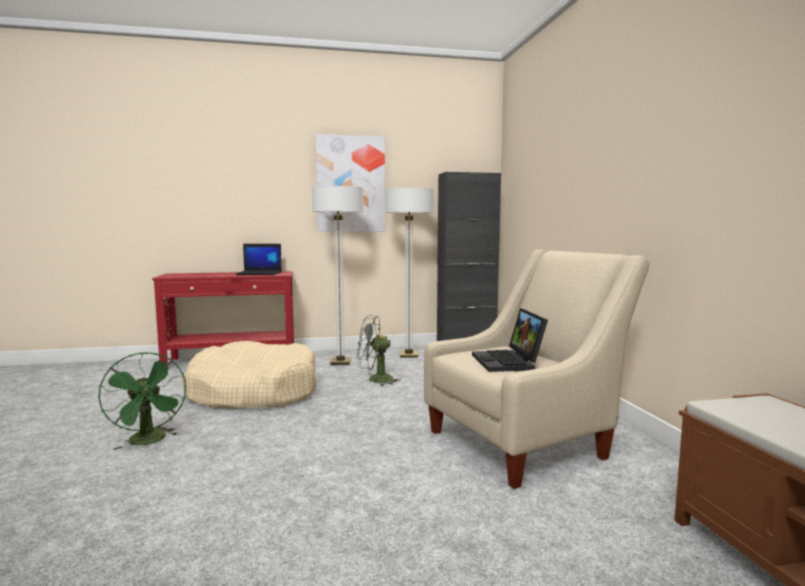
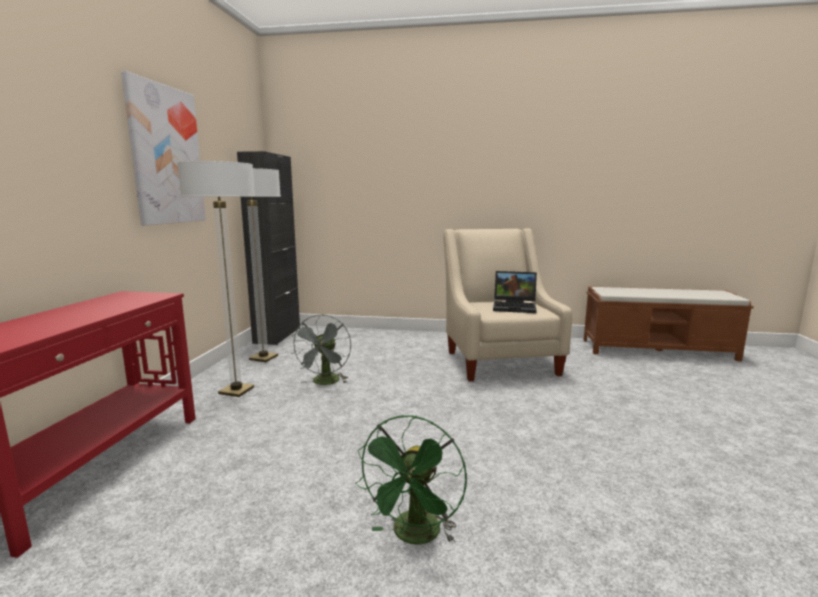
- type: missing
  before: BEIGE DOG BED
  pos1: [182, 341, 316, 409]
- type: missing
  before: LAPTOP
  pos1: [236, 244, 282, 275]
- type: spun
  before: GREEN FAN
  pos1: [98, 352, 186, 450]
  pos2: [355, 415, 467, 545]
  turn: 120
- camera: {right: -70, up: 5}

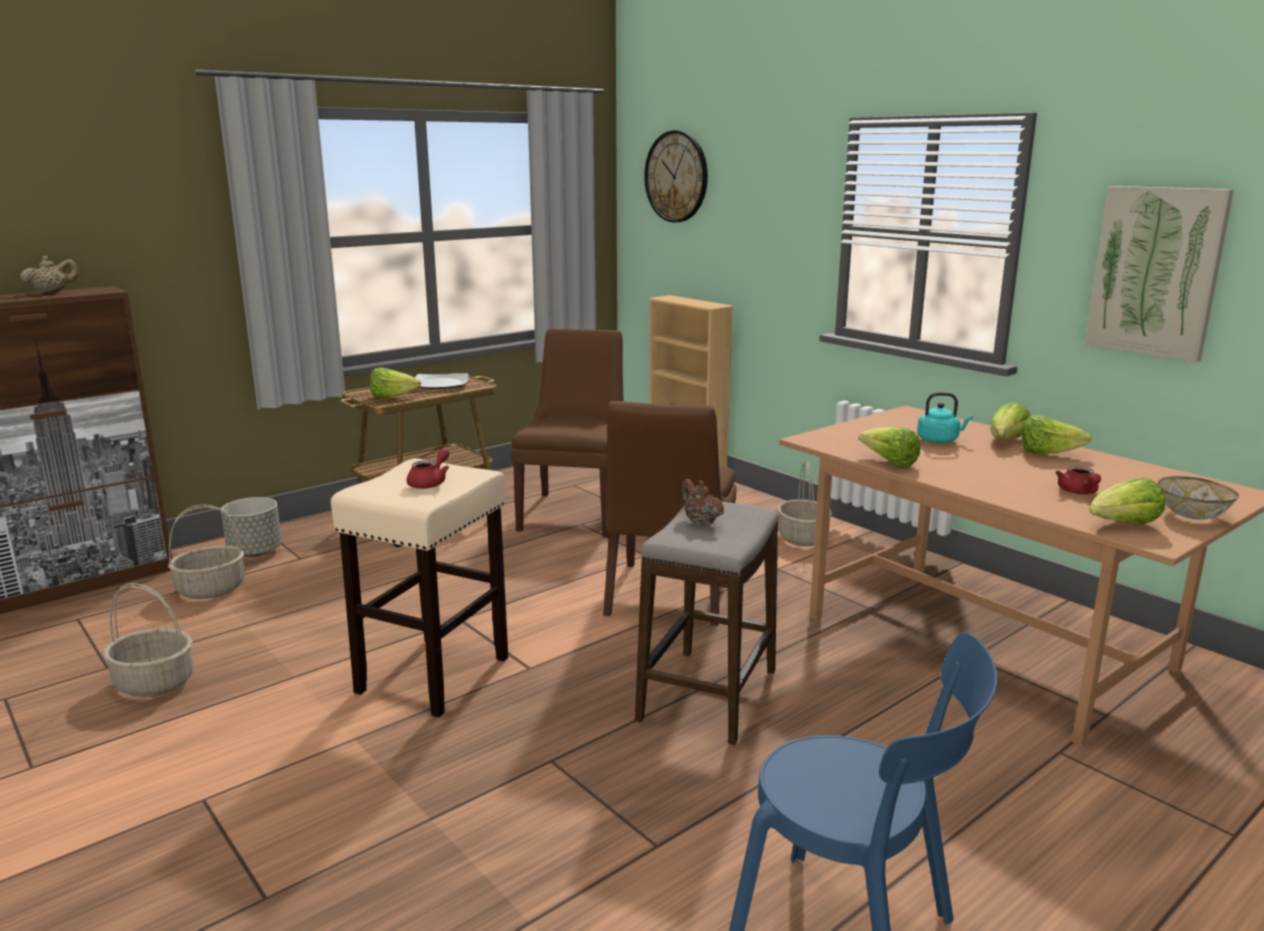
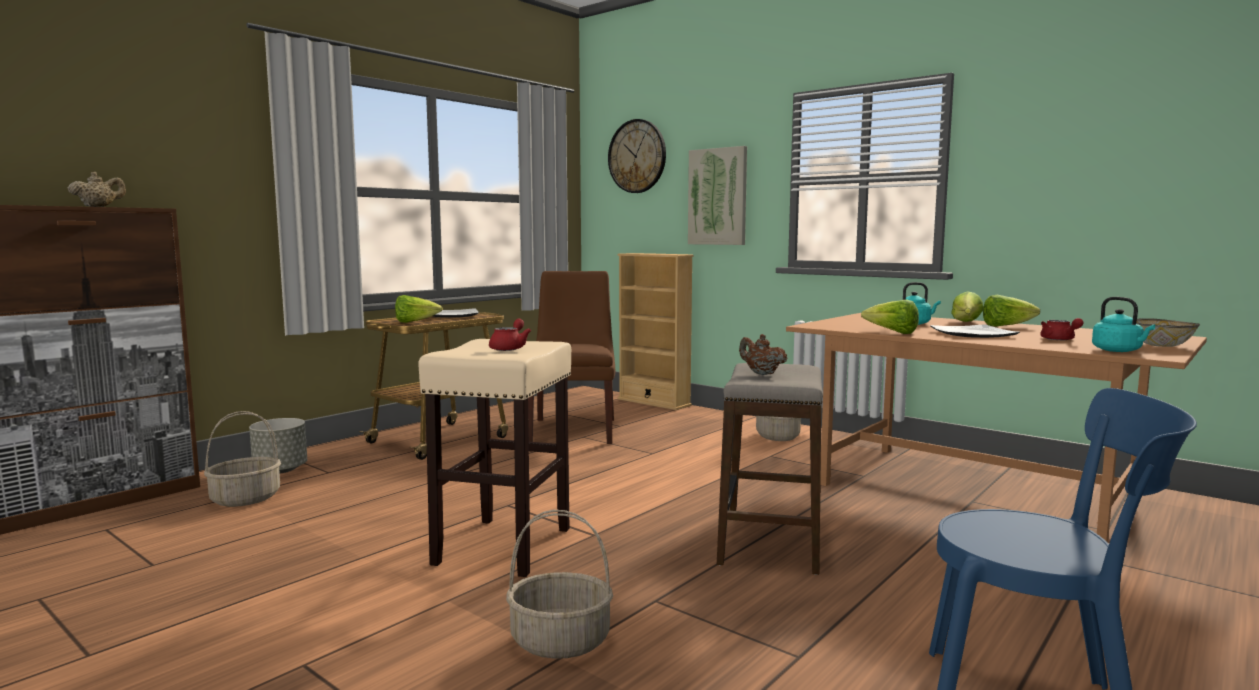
- type: missing
  before: BROWN CHAIR
  pos1: [603, 401, 736, 626]
- type: appeared
  after: PLATE
  pos2: [930, 324, 1020, 338]
- type: relocated
  before: BASKET
  pos1: [103, 583, 194, 697]
  pos2: [506, 510, 613, 659]
- type: relocated
  before: PICTURE
  pos1: [1084, 186, 1234, 362]
  pos2: [688, 146, 747, 245]
- type: exchanged
  before: LETTUCE
  after: TURQUOISE KETTLE
  pos1: [1089, 478, 1165, 524]
  pos2: [1092, 297, 1155, 352]
- camera: {right: -10, up: -10}

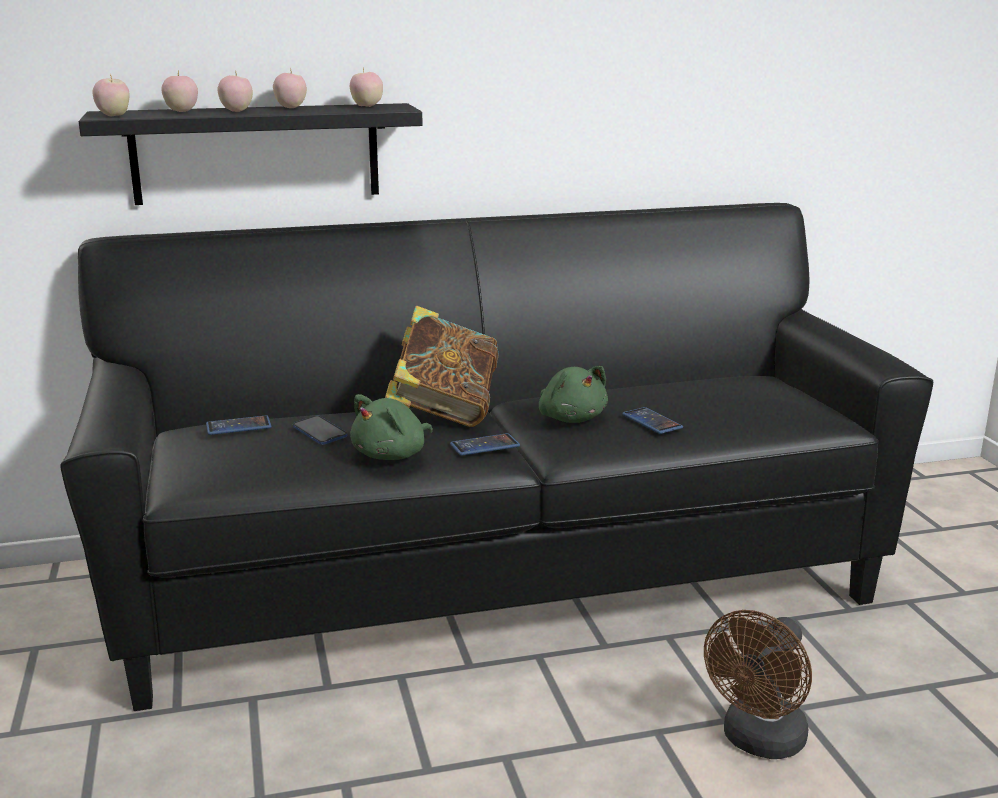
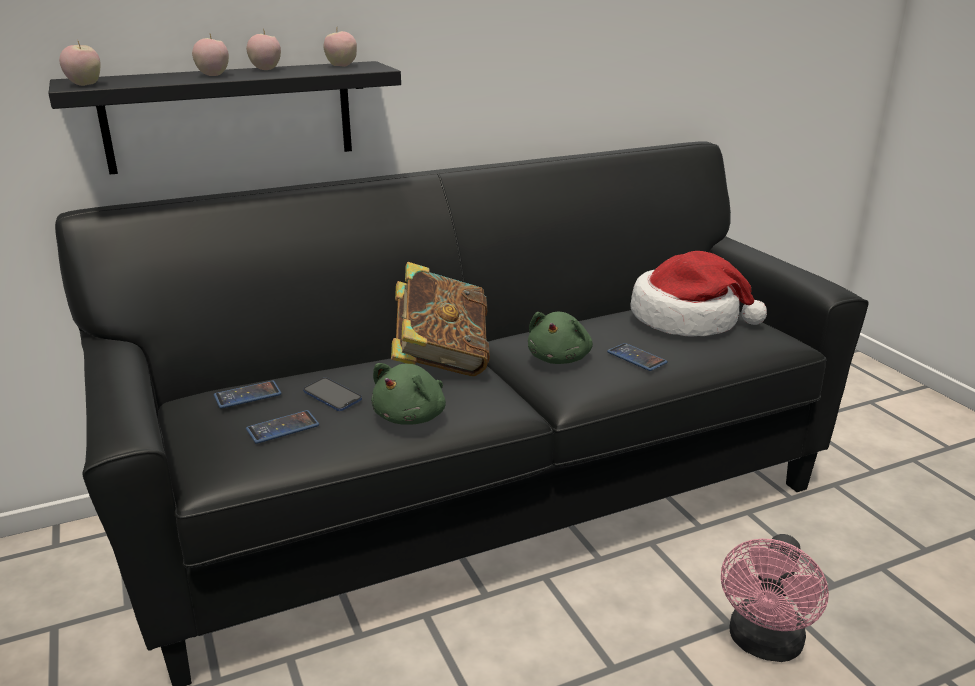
- type: missing
  before: APPLE
  pos1: [161, 70, 198, 112]
- type: appeared
  after: HAT
  pos2: [630, 251, 767, 337]
- type: relocated
  before: PHONE
  pos1: [450, 433, 520, 456]
  pos2: [246, 410, 319, 444]
- type: colour
  before: BROWN FAN
  after: PINK FAN
  pos1: [704, 610, 812, 759]
  pos2: [721, 534, 829, 662]
- type: spun
  before: GREEN PLUSH TOY
  pos1: [539, 366, 608, 423]
  pos2: [528, 312, 593, 364]
  turn: 60
- camera: {right: -10, up: 5}

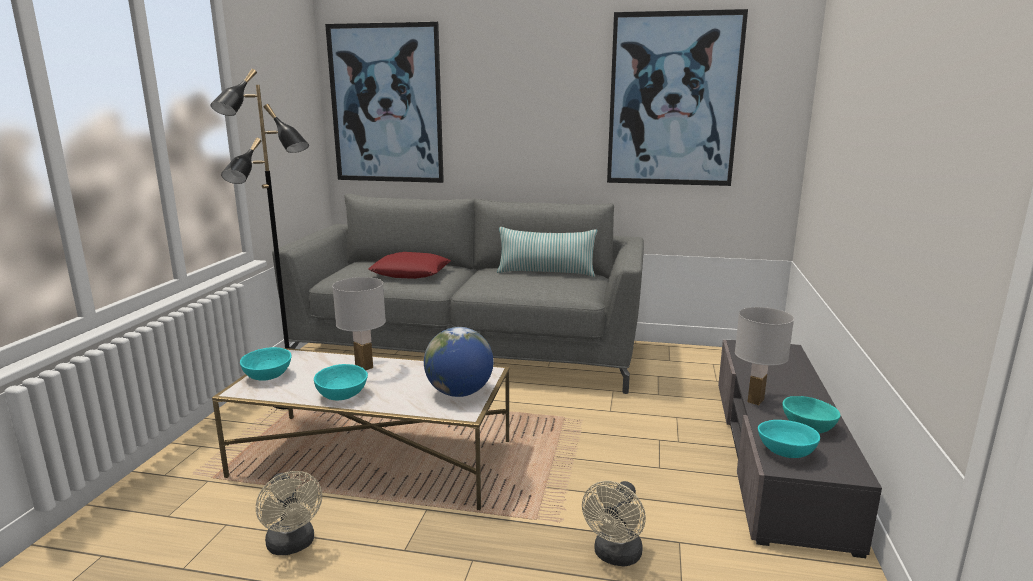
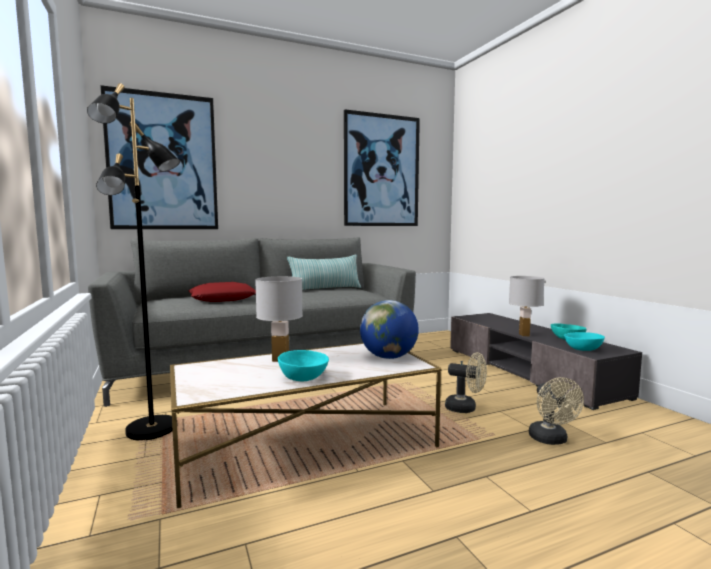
- type: missing
  before: TURQUOISE BOWL
  pos1: [240, 347, 291, 381]
- type: relocated
  before: BEIGE FAN
  pos1: [256, 471, 322, 555]
  pos2: [445, 352, 487, 413]
- camera: {right: -35, up: -10}

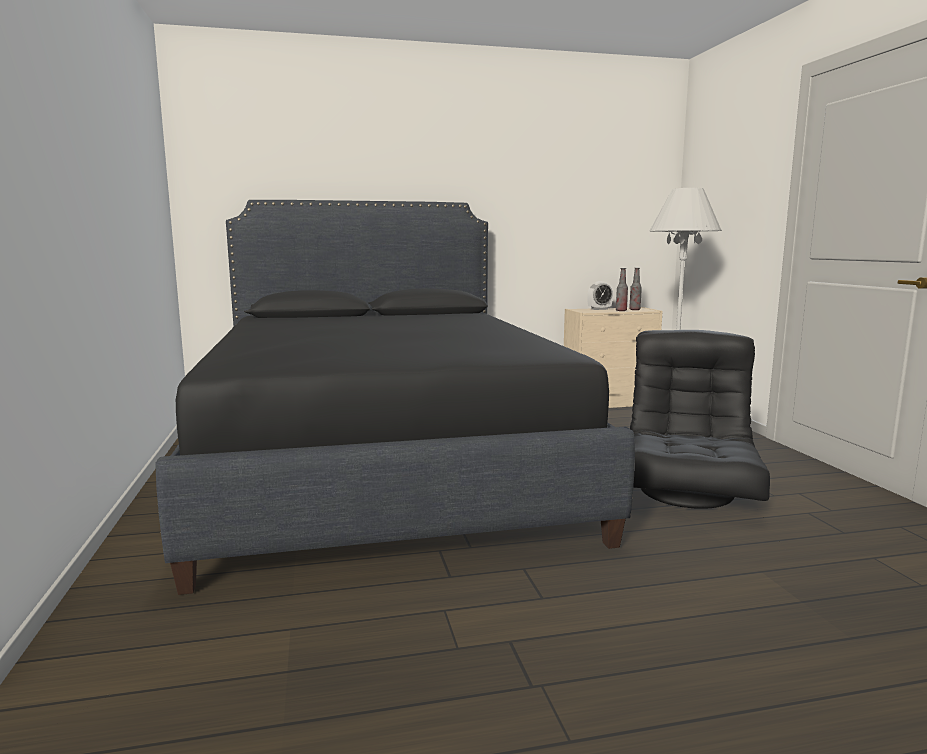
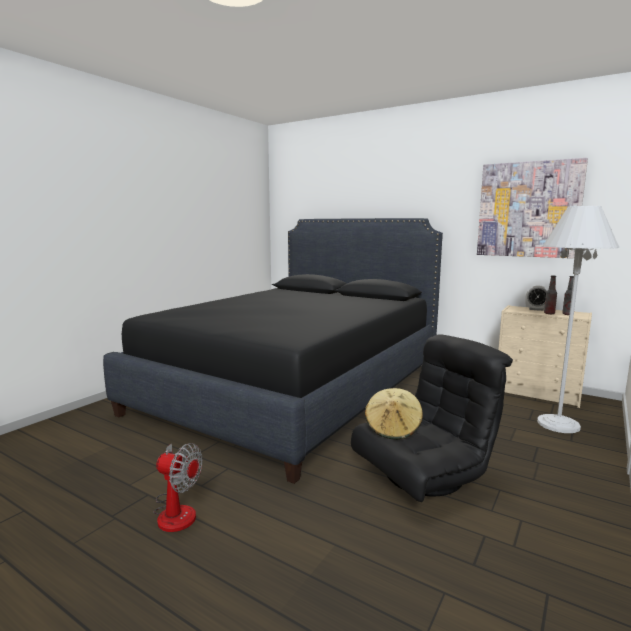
- type: appeared
  after: FAN
  pos2: [153, 443, 203, 532]
- type: appeared
  after: BEIGE HAT
  pos2: [365, 388, 423, 440]
- type: appeared
  after: PICTURE
  pos2: [477, 158, 588, 258]
- camera: {right: 45, up: 0}

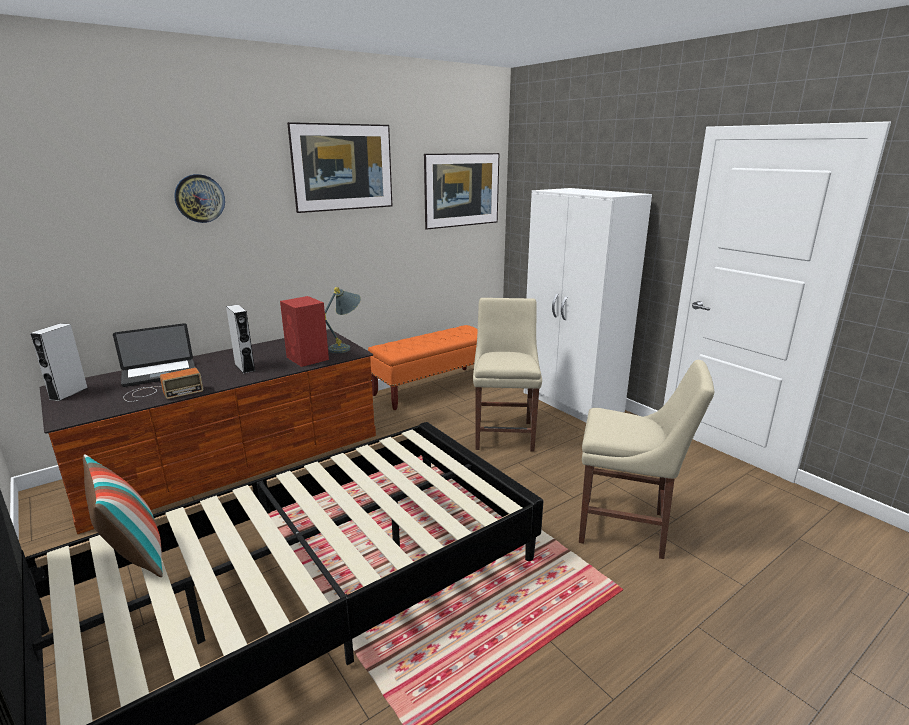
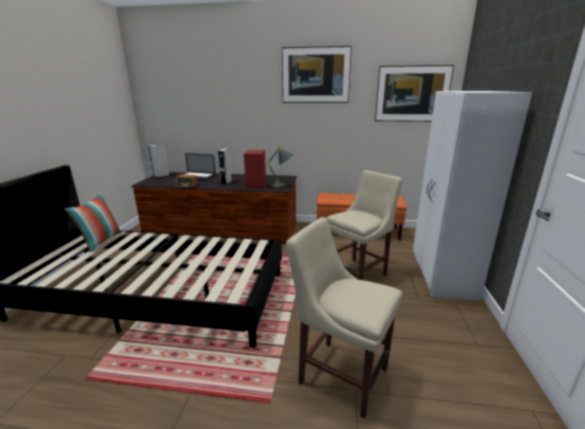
- type: missing
  before: WALL CLOCK
  pos1: [174, 174, 225, 223]
- type: spun
  before: BEIGE CHAIR
  pos1: [579, 360, 714, 559]
  pos2: [286, 217, 402, 418]
  turn: 150
- camera: {right: 45, up: 0}

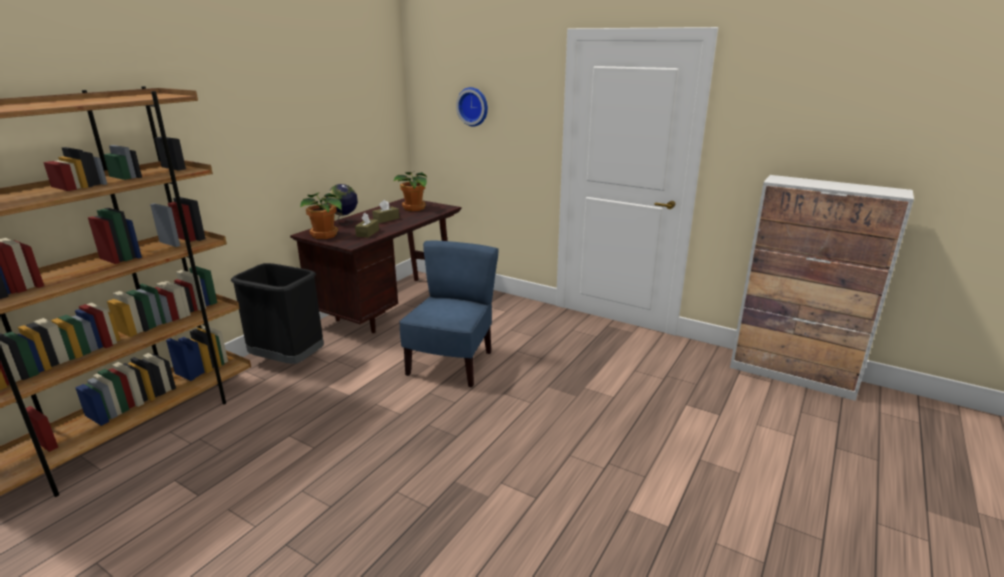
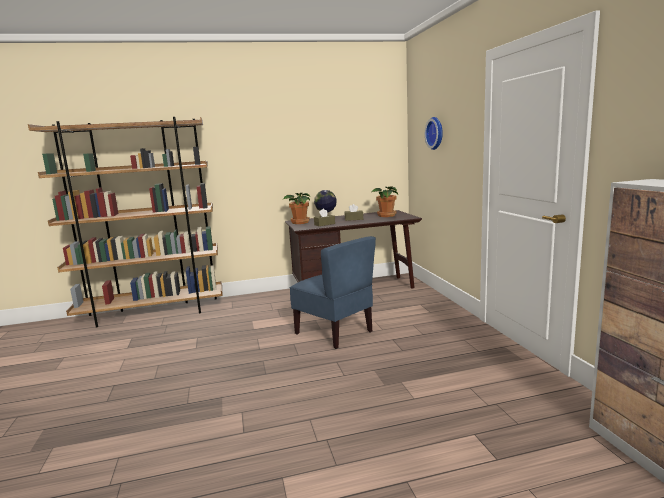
- type: missing
  before: BLACK TRASH CAN
  pos1: [231, 263, 324, 364]
- type: spun
  before: BLUE CHAIR
  pos1: [399, 241, 499, 387]
  pos2: [289, 236, 376, 349]
  turn: 75
- camera: {right: 45, up: -10}

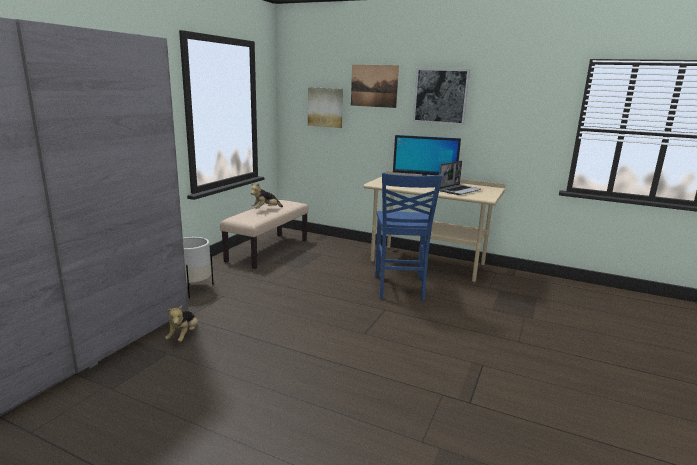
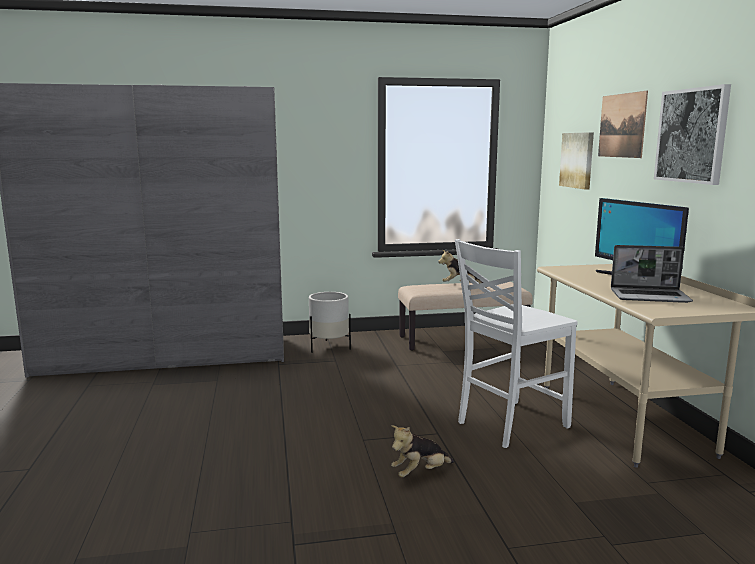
- type: relocated
  before: PLUSH TOY
  pos1: [165, 305, 198, 342]
  pos2: [391, 425, 454, 477]
- type: colour
  before: BLUE CHAIR
  after: WHITE CHAIR
  pos1: [375, 172, 442, 301]
  pos2: [455, 239, 578, 448]
- camera: {right: 55, up: -5}

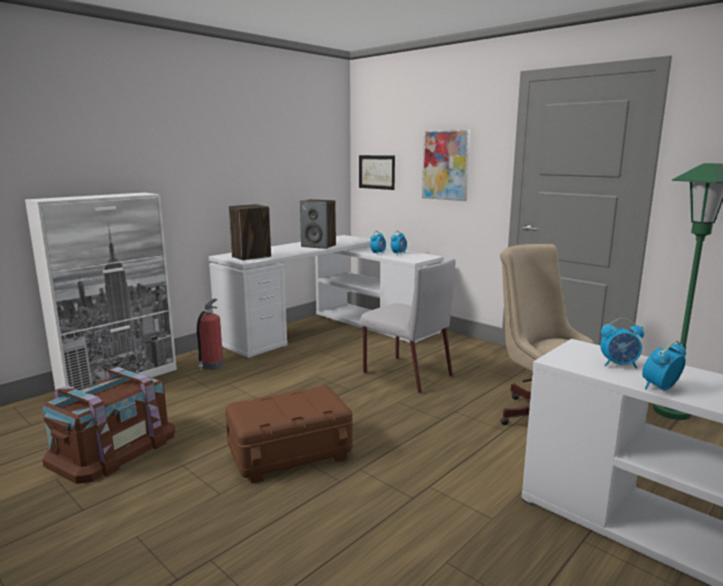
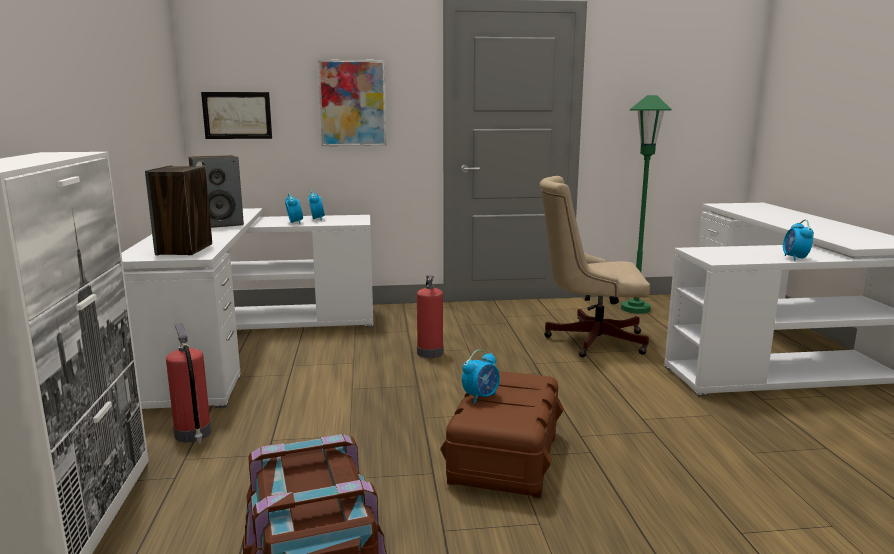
- type: relocated
  before: ALARM CLOCK
  pos1: [600, 318, 644, 368]
  pos2: [462, 350, 500, 404]
- type: exchanged
  before: GREY CHAIR
  after: FIRE EXTINGUISHER
  pos1: [359, 259, 456, 394]
  pos2: [417, 275, 443, 358]
- camera: {right: -50, up: 0}

